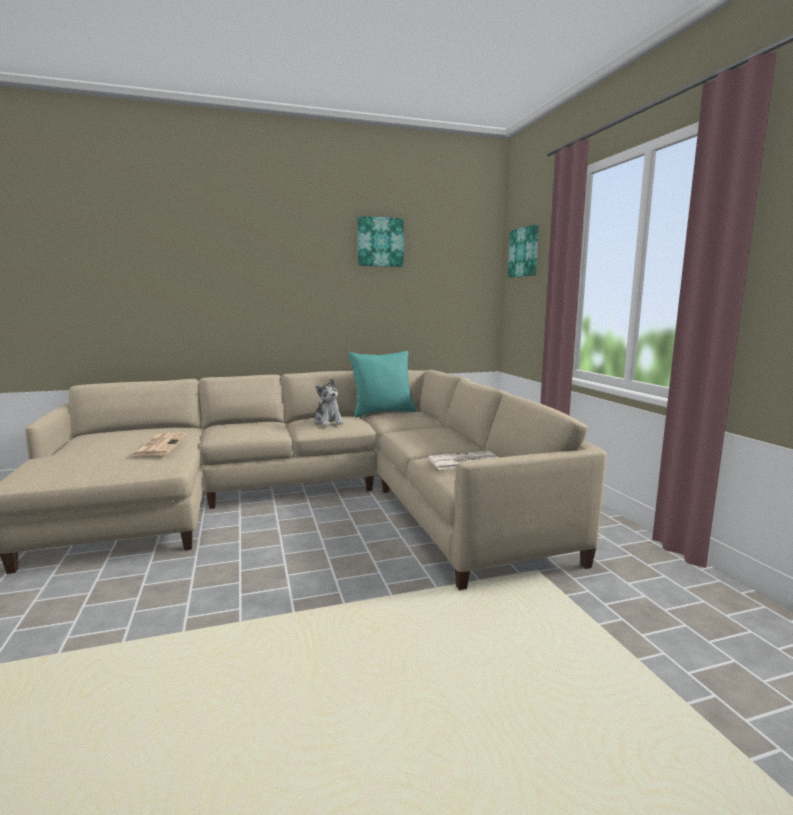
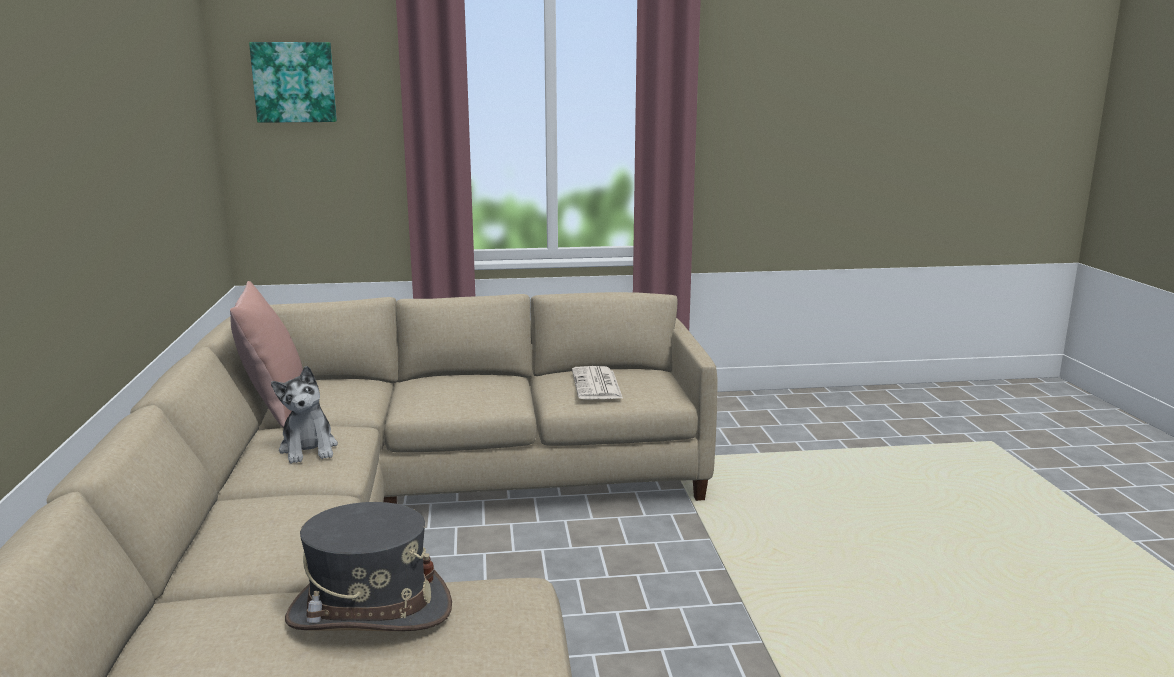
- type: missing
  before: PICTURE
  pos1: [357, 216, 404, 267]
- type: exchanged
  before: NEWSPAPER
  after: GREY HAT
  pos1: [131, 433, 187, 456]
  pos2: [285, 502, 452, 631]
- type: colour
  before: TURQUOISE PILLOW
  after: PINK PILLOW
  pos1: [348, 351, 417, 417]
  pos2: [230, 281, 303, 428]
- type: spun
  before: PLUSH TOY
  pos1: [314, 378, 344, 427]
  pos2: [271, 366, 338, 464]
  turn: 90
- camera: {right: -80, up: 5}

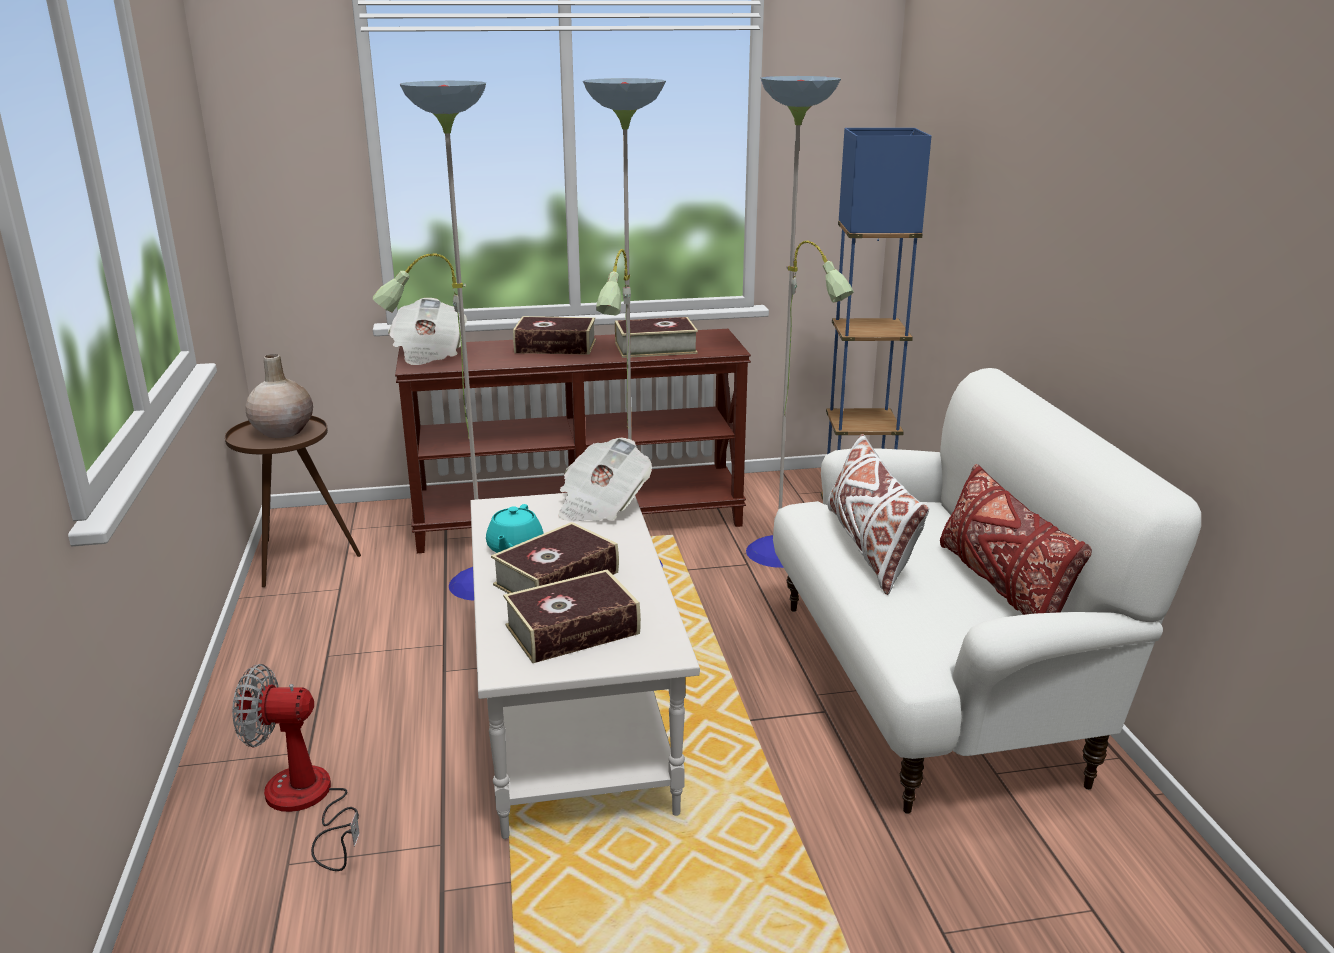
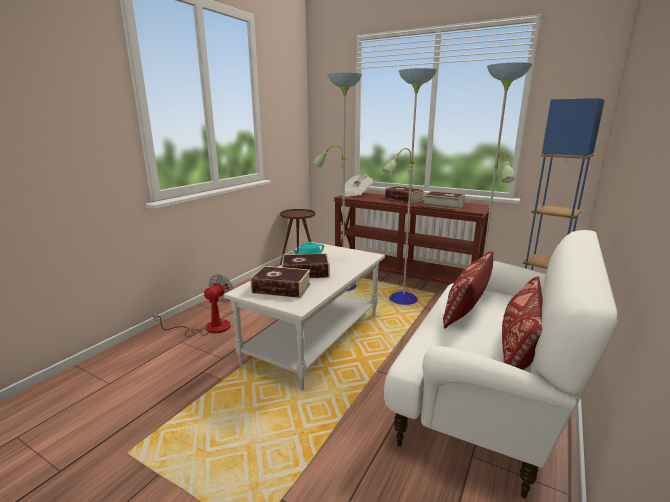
- type: missing
  before: BEIGE VASE
  pos1: [246, 354, 313, 438]
- type: missing
  before: NEWSPAPER
  pos1: [558, 438, 652, 522]
- type: colour
  before: WHITE PILLOW
  after: RED PILLOW
  pos1: [827, 434, 929, 595]
  pos2: [443, 251, 494, 328]
- type: spun
  before: FAN
  pos1: [232, 664, 360, 871]
  pos2: [153, 274, 234, 337]
  turn: 75
- camera: {right: 40, up: -5}

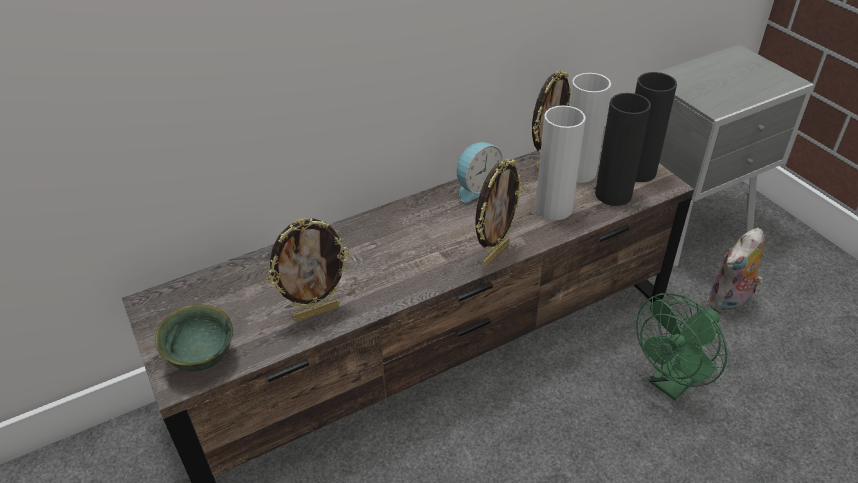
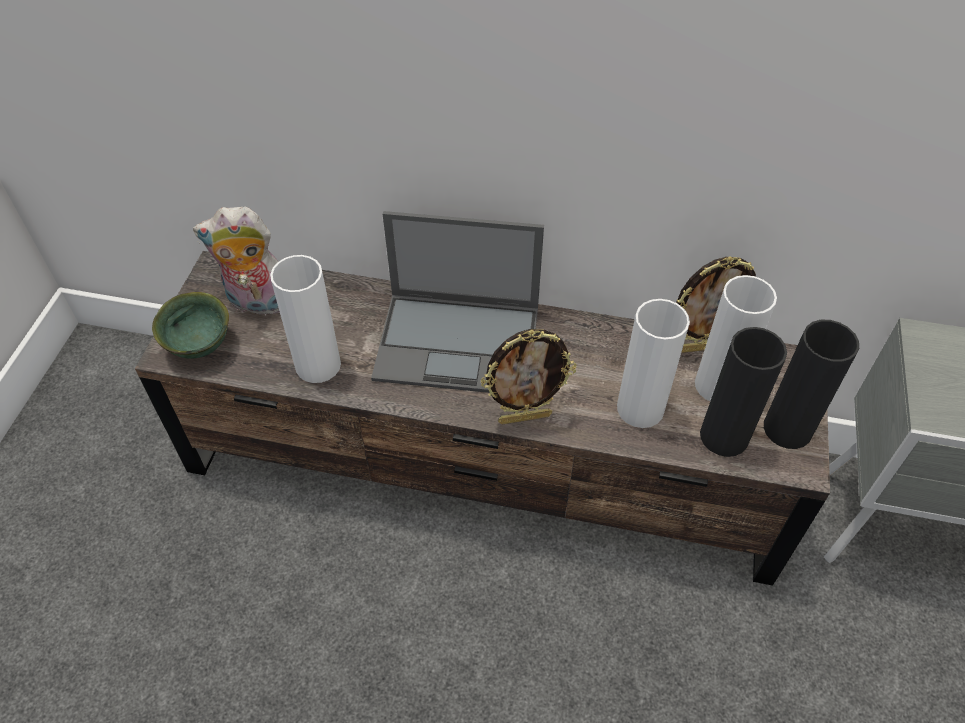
- type: missing
  before: ALARM CLOCK
  pos1: [456, 142, 503, 203]
- type: missing
  before: GREEN FAN
  pos1: [636, 293, 727, 400]
- type: appeared
  after: LAPTOP
  pos2: [371, 211, 544, 393]
- type: relocated
  before: PLUSH TOY
  pos1: [707, 228, 765, 314]
  pos2: [193, 207, 280, 315]
- type: exchanged
  before: PICTURE FRAME
  after: WHITE VASE
  pos1: [267, 218, 351, 322]
  pos2: [270, 255, 341, 383]
- camera: {right: 40, up: 10}

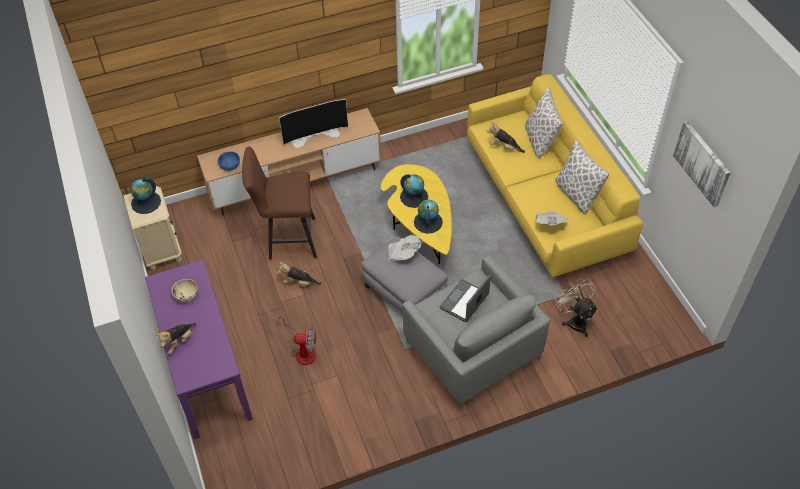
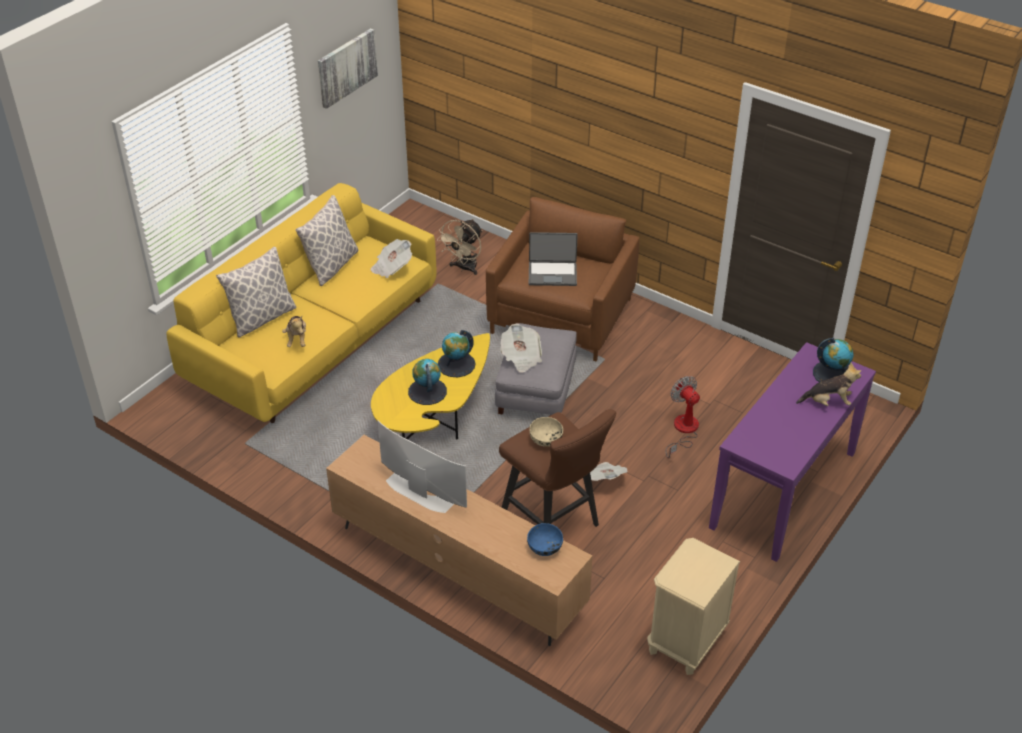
- type: relocated
  before: GLOBE
  pos1: [130, 178, 161, 214]
  pos2: [813, 338, 853, 382]
- type: relocated
  before: BEIGE BOWL
  pos1: [172, 279, 198, 302]
  pos2: [529, 417, 563, 447]
- type: exchanged
  before: PLUSH TOY
  after: NEWSPAPER
  pos1: [277, 262, 321, 286]
  pos2: [590, 462, 627, 481]
- type: colour
  before: GREY ARMCHAIR
  after: BROWN ARMCHAIR
  pos1: [402, 255, 550, 409]
  pos2: [486, 197, 639, 361]
- camera: {right: -125, up: -10}

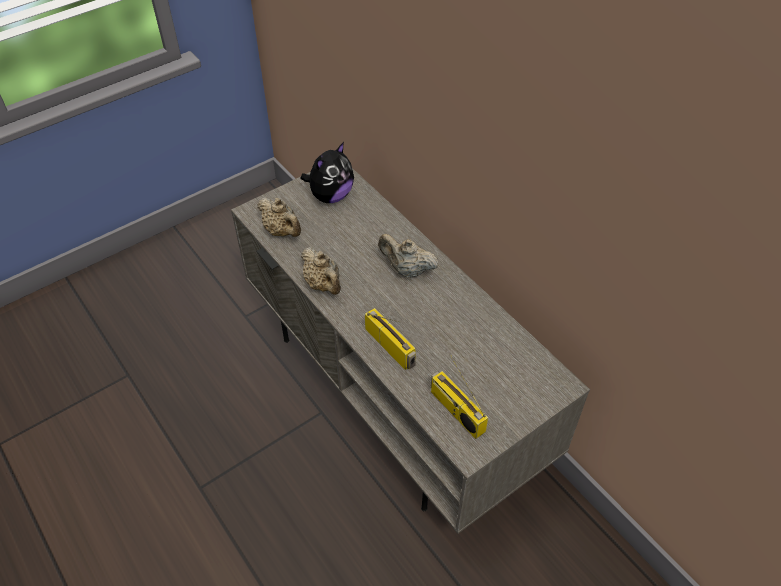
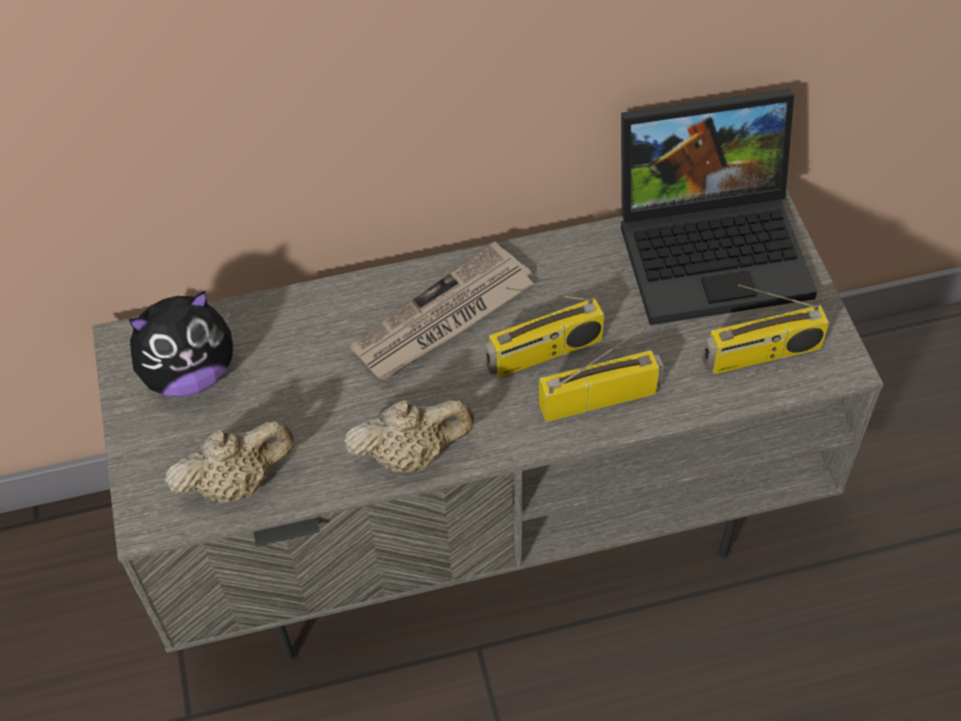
- type: appeared
  after: RADIO
  pos2: [485, 287, 604, 378]
- type: appeared
  after: LAPTOP
  pos2: [621, 88, 817, 325]
- type: exchanged
  before: BEIGE TEAPOT
  after: NEWSPAPER
  pos1: [378, 234, 439, 278]
  pos2: [349, 241, 534, 381]
- type: spun
  before: PLUSH TOY
  pos1: [301, 142, 354, 203]
  pos2: [129, 290, 233, 397]
  turn: 90
- camera: {right: -65, up: 5}

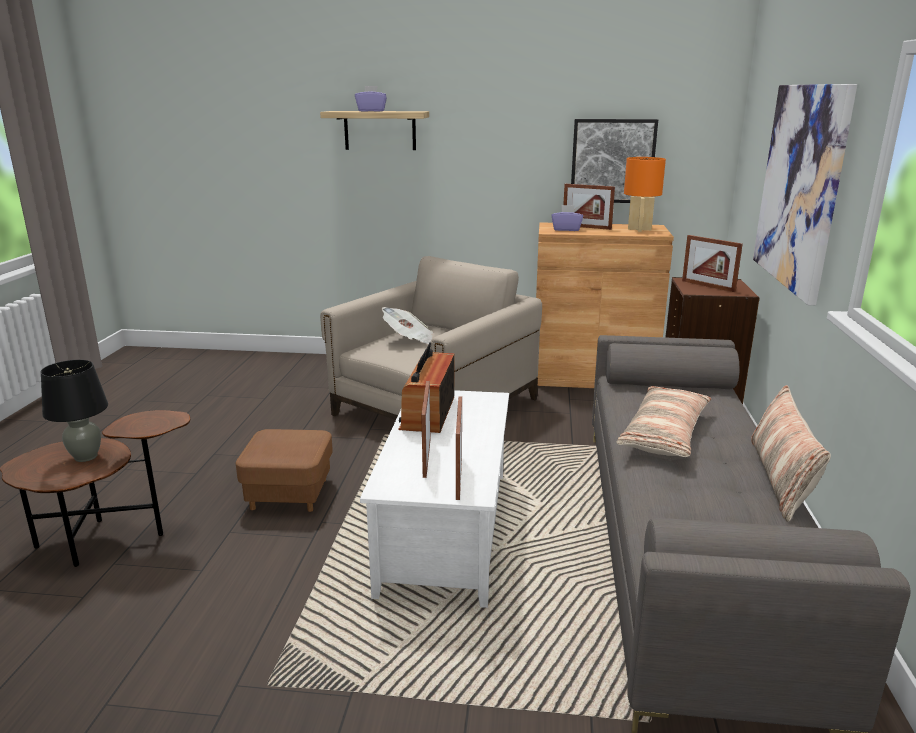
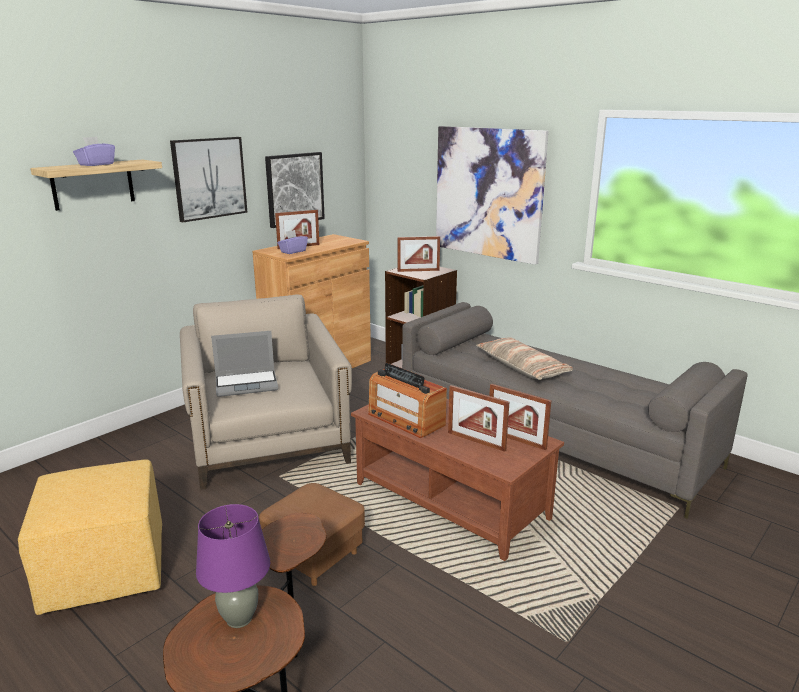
- type: missing
  before: ORANGE TABLE LAMP
  pos1: [624, 157, 666, 232]
- type: missing
  before: PILLOW
  pos1: [751, 385, 831, 522]
- type: appeared
  after: YELLOW OTTOMAN
  pos2: [18, 460, 162, 615]
- type: appeared
  after: PICTURE
  pos2: [170, 137, 248, 222]
- type: exchanged
  before: NEWSPAPER
  after: LAPTOP
  pos1: [382, 307, 433, 344]
  pos2: [211, 331, 278, 397]
- type: colour
  before: BLACK TABLE LAMP
  after: PURPLE TABLE LAMP
  pos1: [40, 360, 108, 462]
  pos2: [196, 504, 270, 628]
- type: colour
  before: WHITE COFFEE TABLE
  after: BROWN COFFEE TABLE
  pos1: [360, 390, 509, 608]
  pos2: [351, 399, 564, 561]
- camera: {right: -55, up: 0}

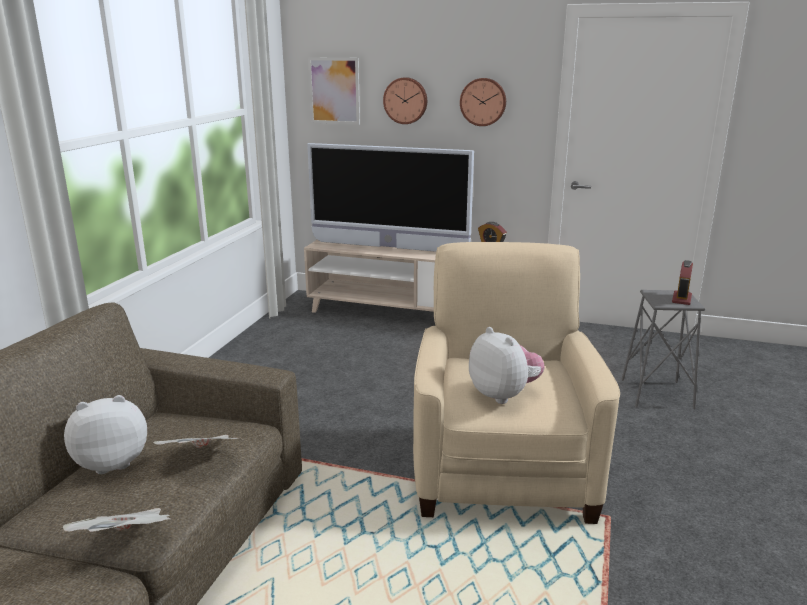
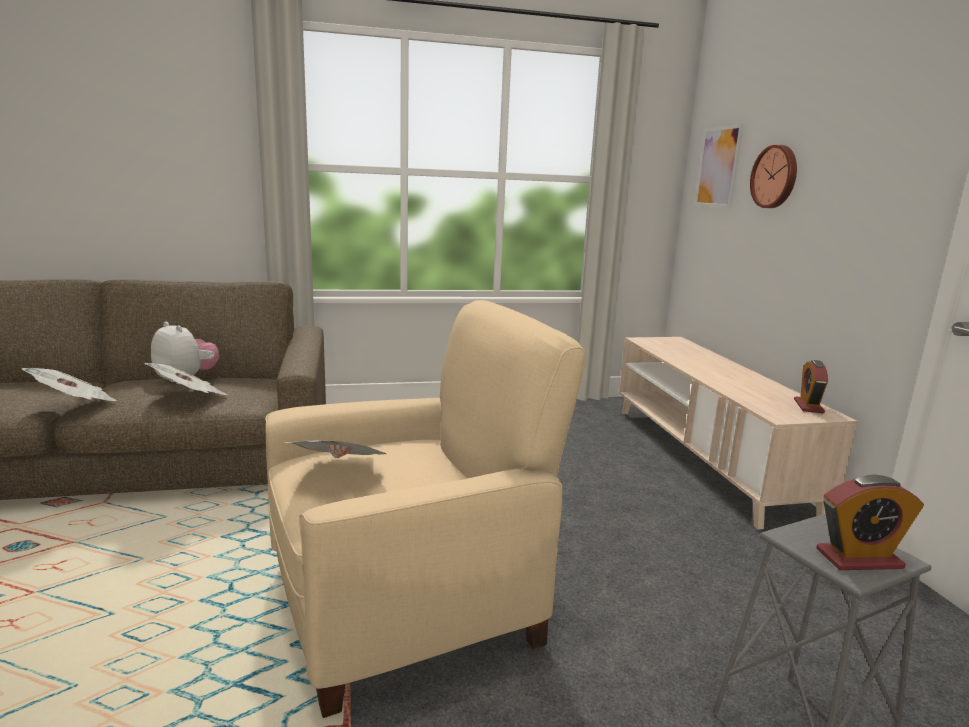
- type: missing
  before: TELEVISION
  pos1: [307, 143, 474, 252]
- type: missing
  before: WALL CLOCK
  pos1: [460, 78, 506, 126]
- type: exchanged
  before: PLUSH TOY
  after: NEWSPAPER
  pos1: [469, 327, 545, 404]
  pos2: [284, 440, 386, 458]
- camera: {right: 60, up: -5}

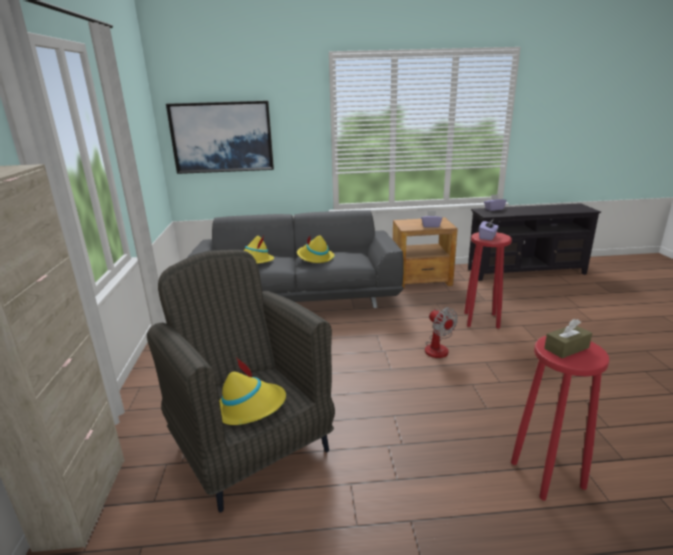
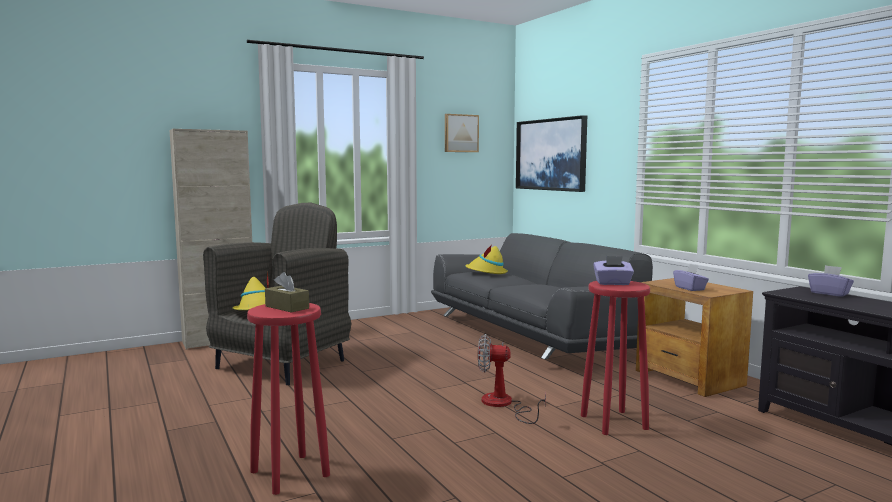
- type: missing
  before: YELLOW HAT
  pos1: [297, 234, 335, 263]
- type: appeared
  after: PICTURE
  pos2: [445, 114, 479, 152]
- type: spun
  before: FAN
  pos1: [425, 307, 458, 358]
  pos2: [478, 334, 546, 424]
  turn: 60
- camera: {right: 65, up: -15}

